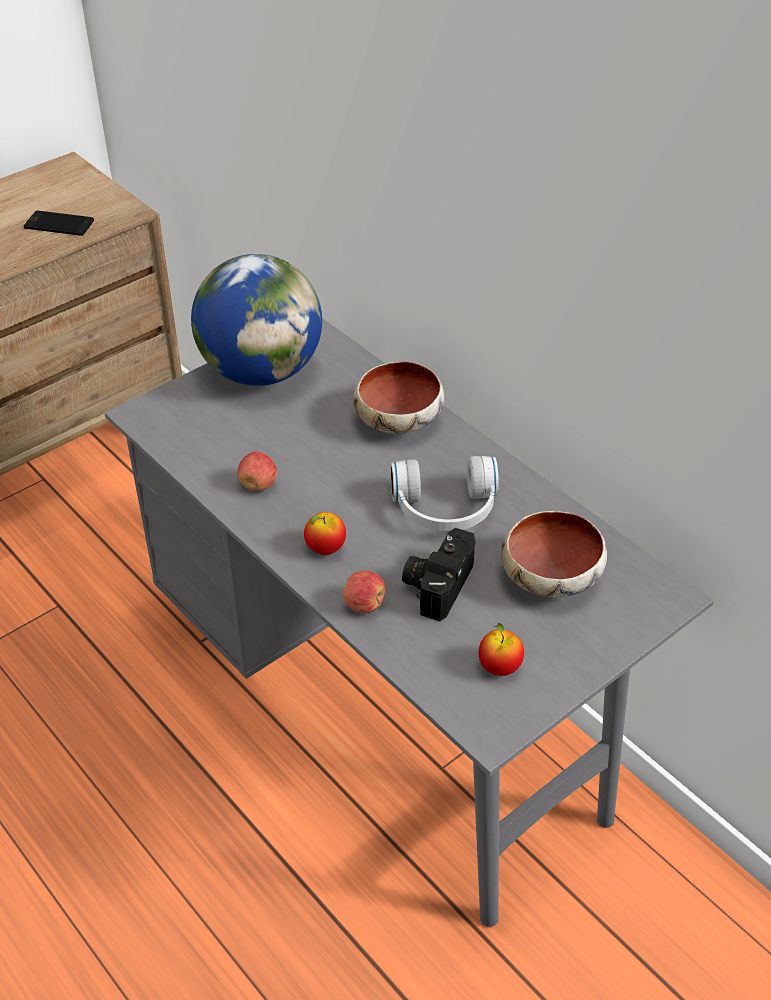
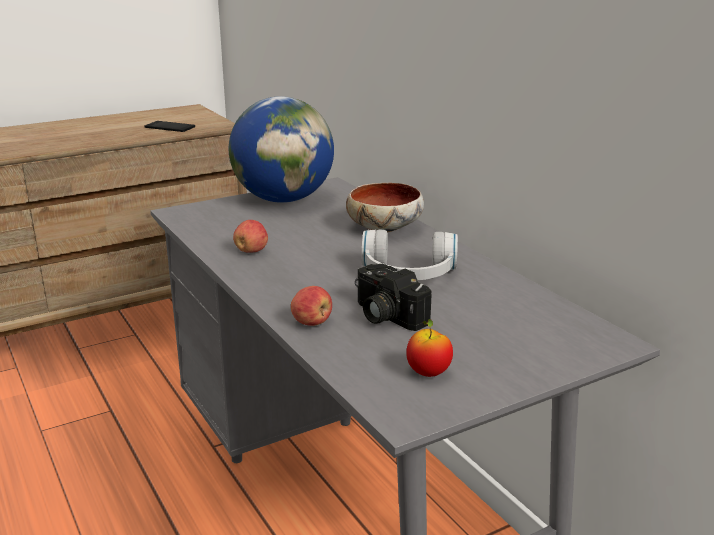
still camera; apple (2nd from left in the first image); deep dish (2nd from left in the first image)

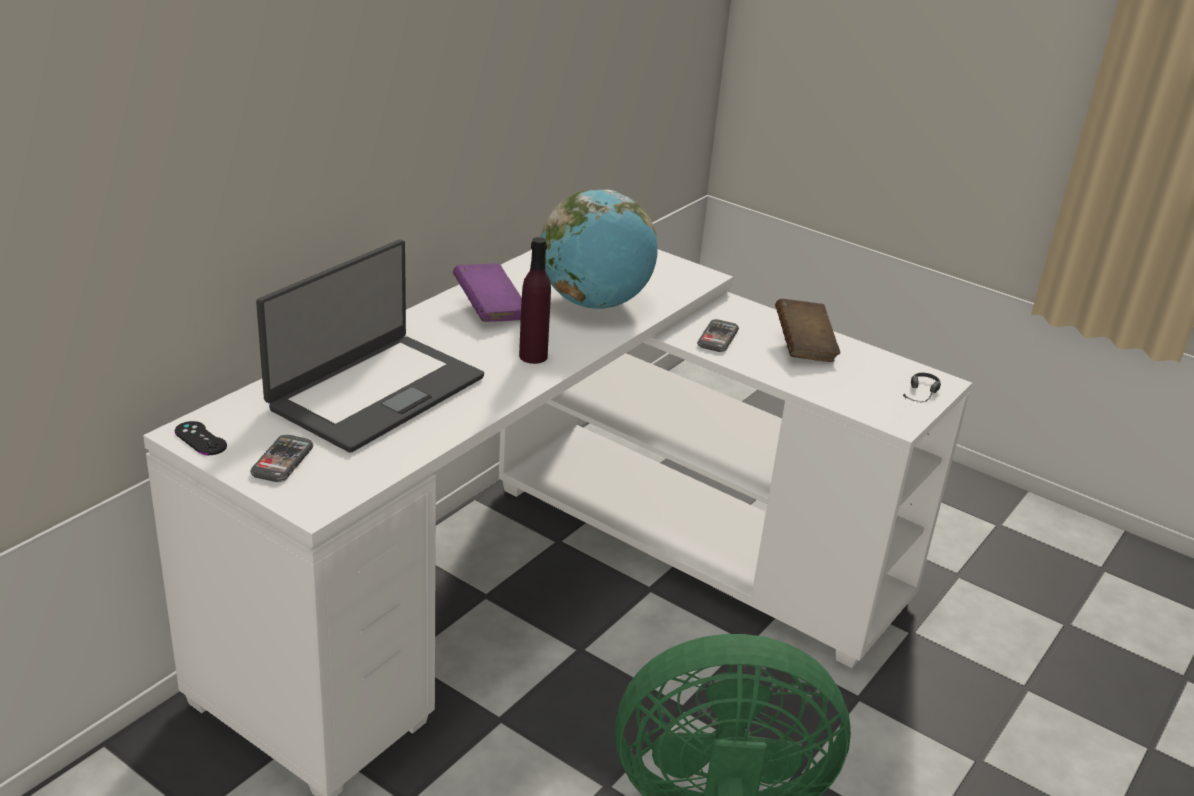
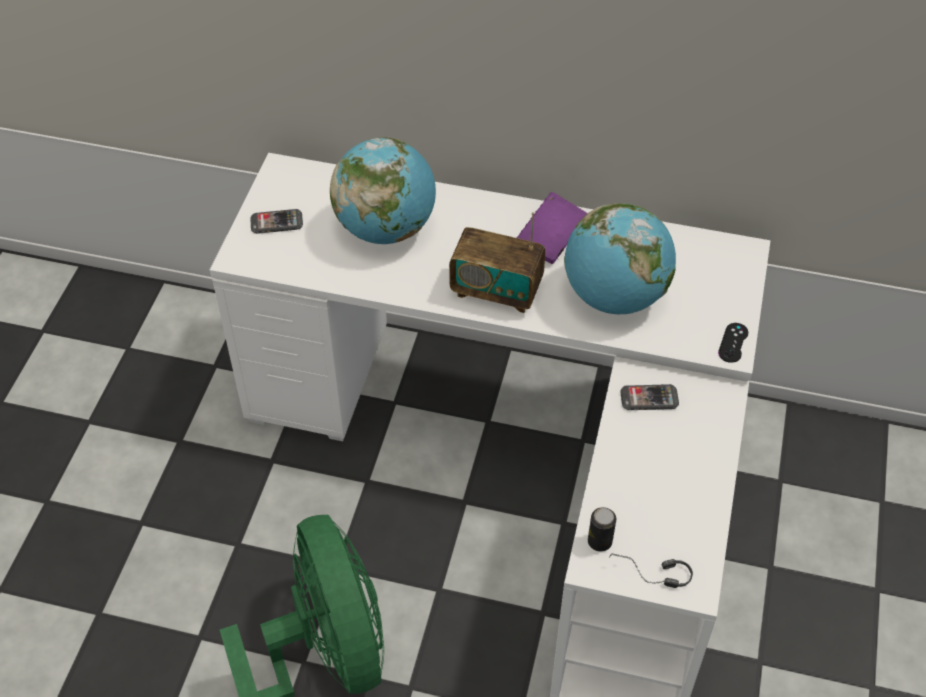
globe (1st from left); radio; can; black-coloured game controller; brown-coloured book

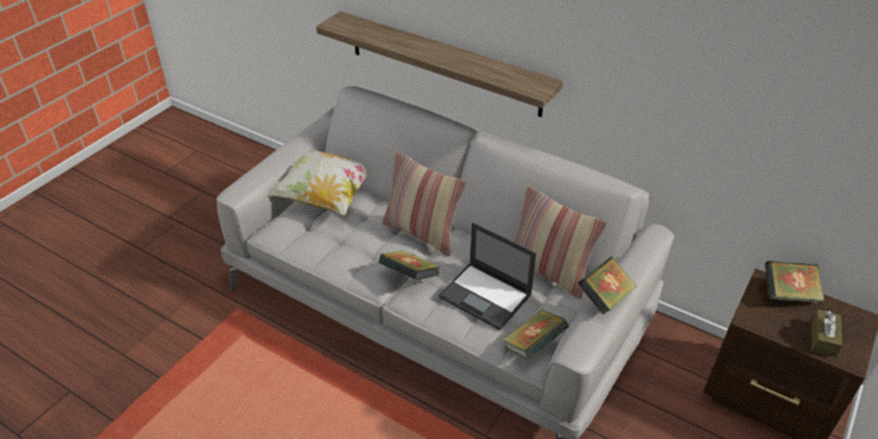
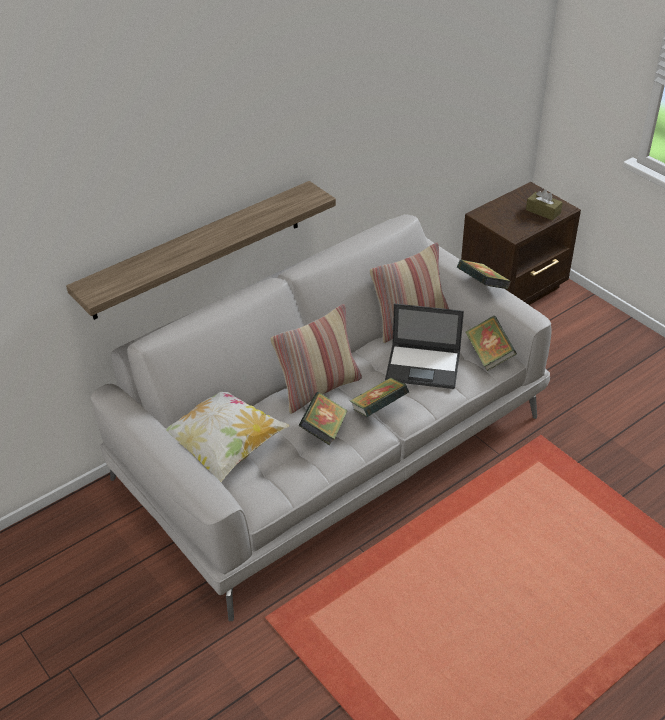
book (1st from left); laptop

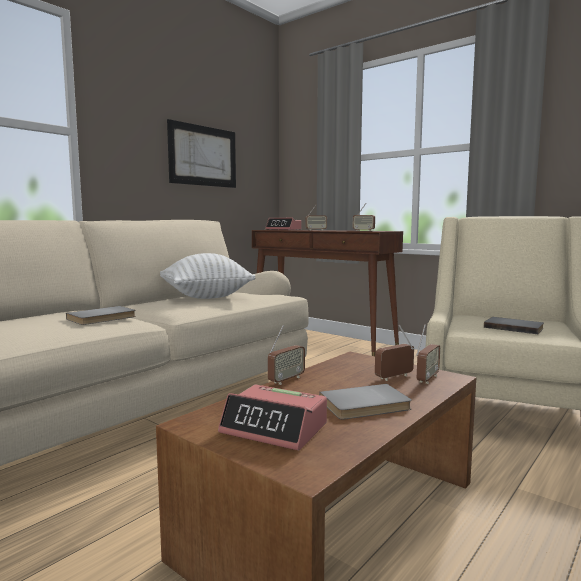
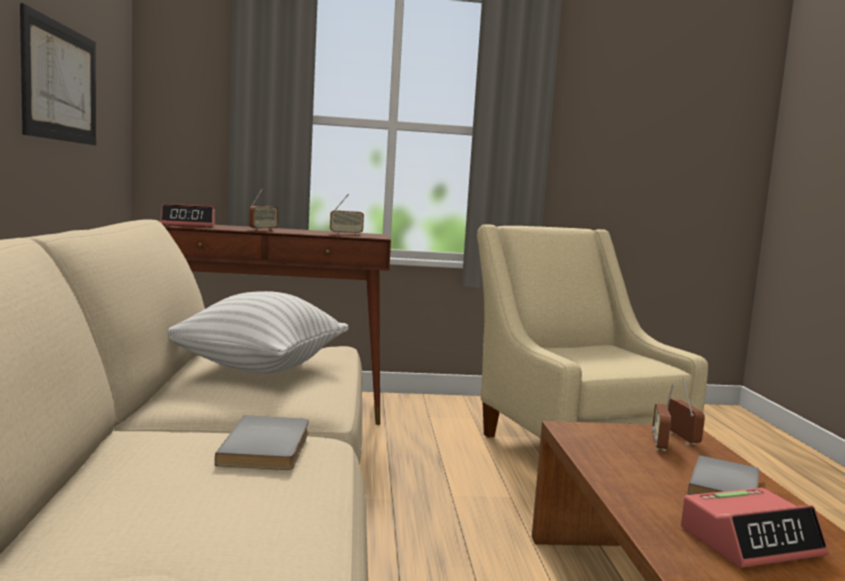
radio (1st from left in the first image); gray book (3rd from left in the first image)

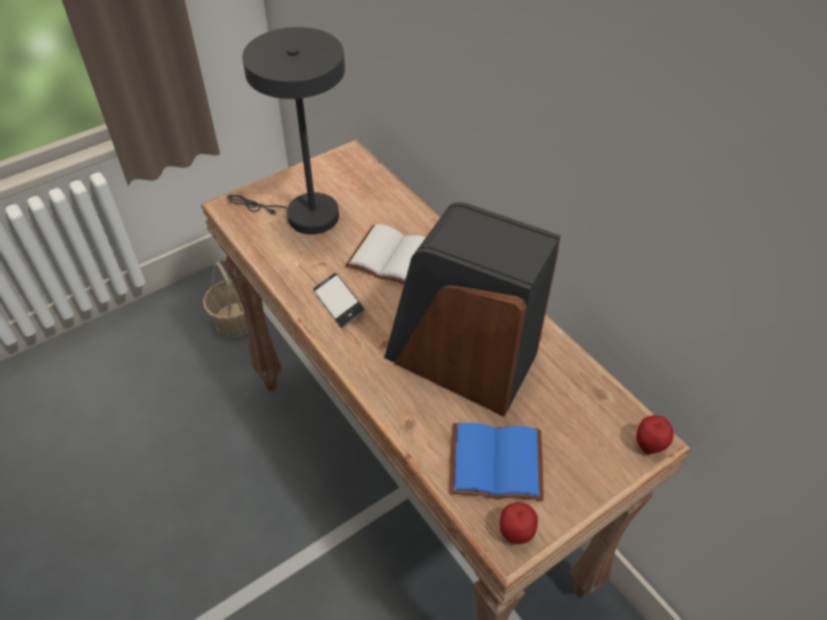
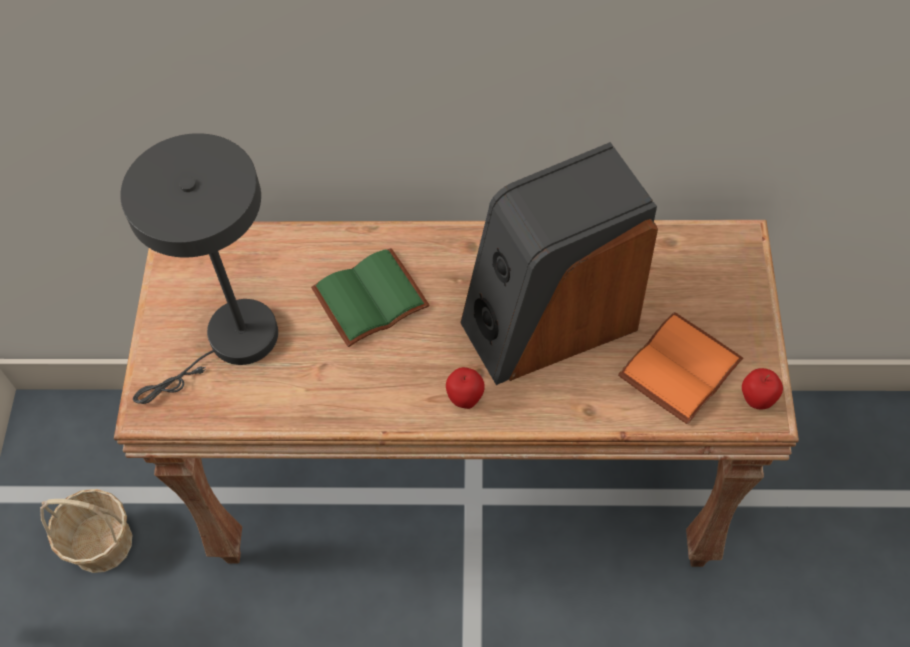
green-coloured book; apple (1st from left); orange-coloured book; handset

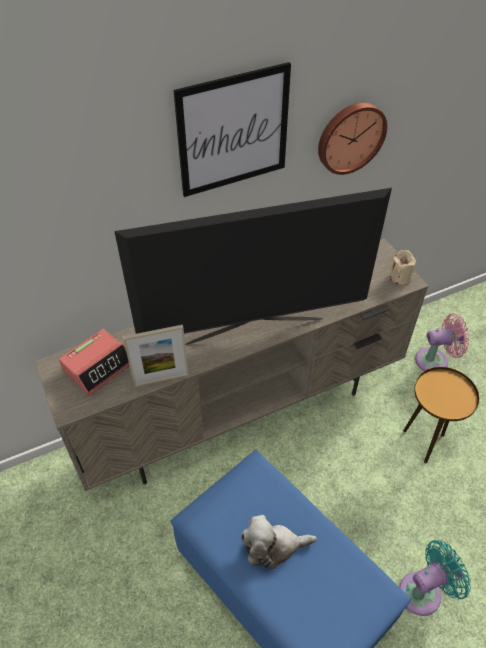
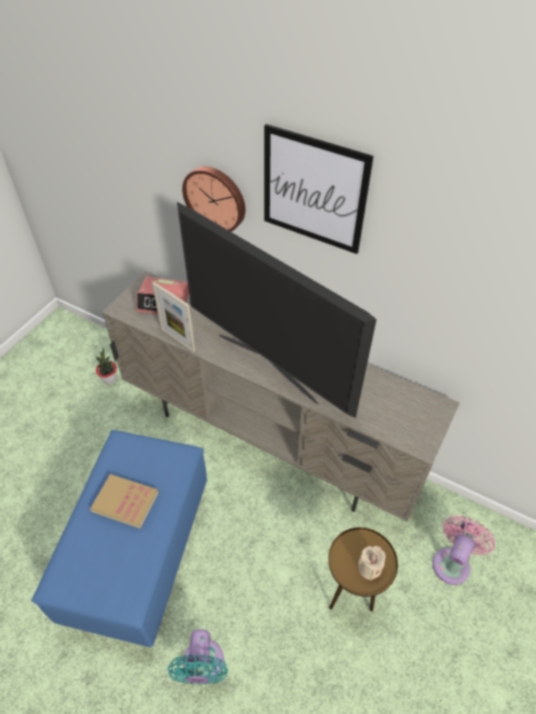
book; plant in a pot; turquoise fan; hanging clock; beige-coloured candle; pink fan

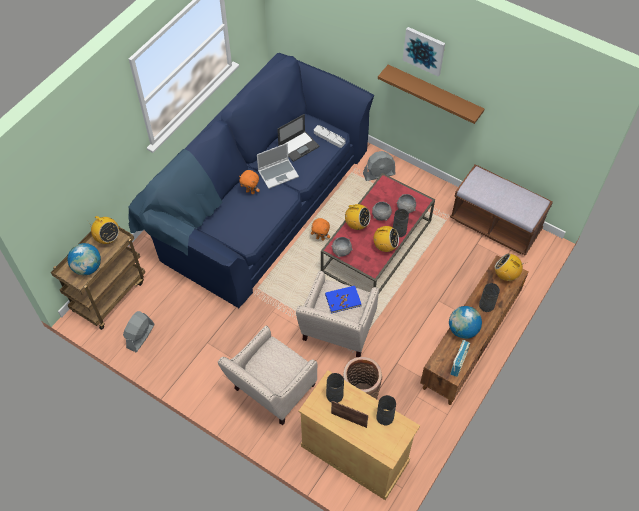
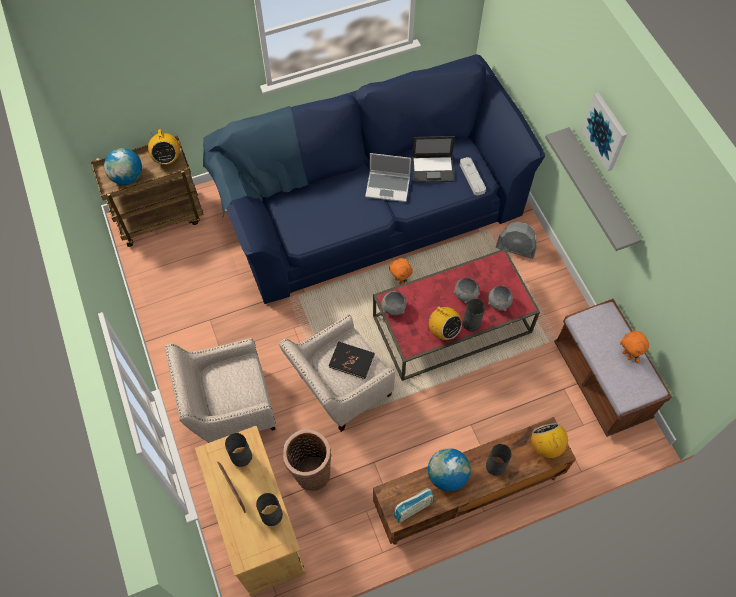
black-coloured book; gray bracket shelf; orange-coloured plush toy (2nd from left); gray fan (1st from left in the first image); radio (2nd from left in the first image)

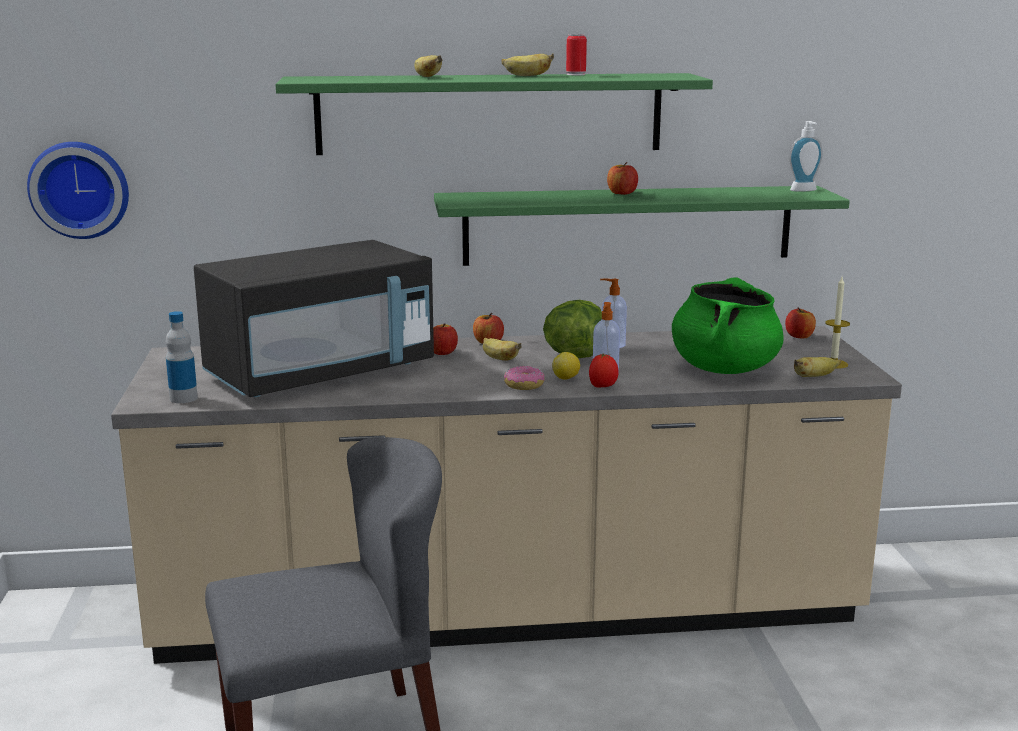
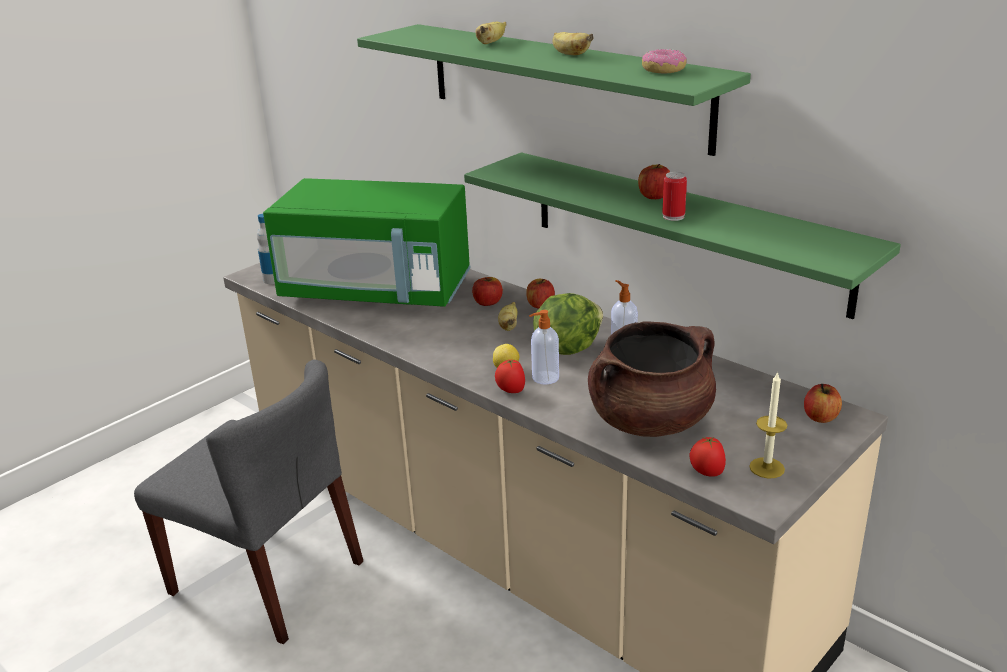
green-coloured microwave oven; brown-coloured stockpot; doughnut; can; whole tomato (2nd from left); hanging clock; liquid soap bottle (3rd from left in the first image)

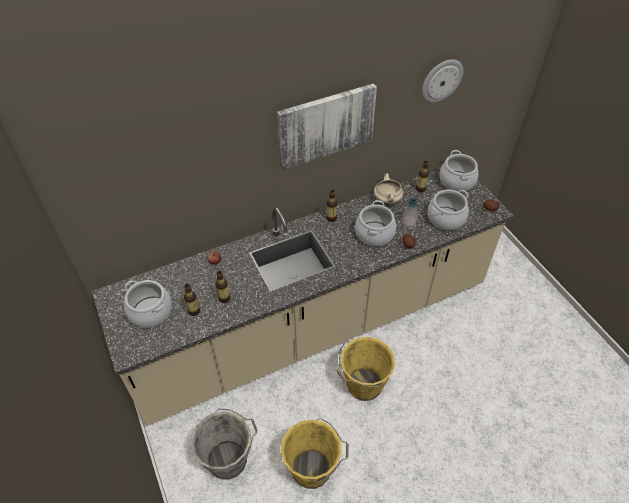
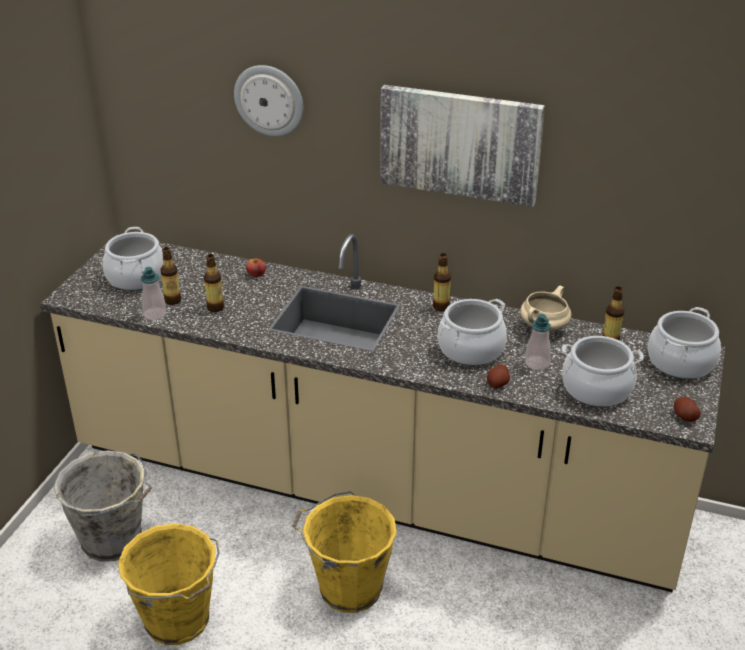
liquid soap bottle (1st from left); hanging clock

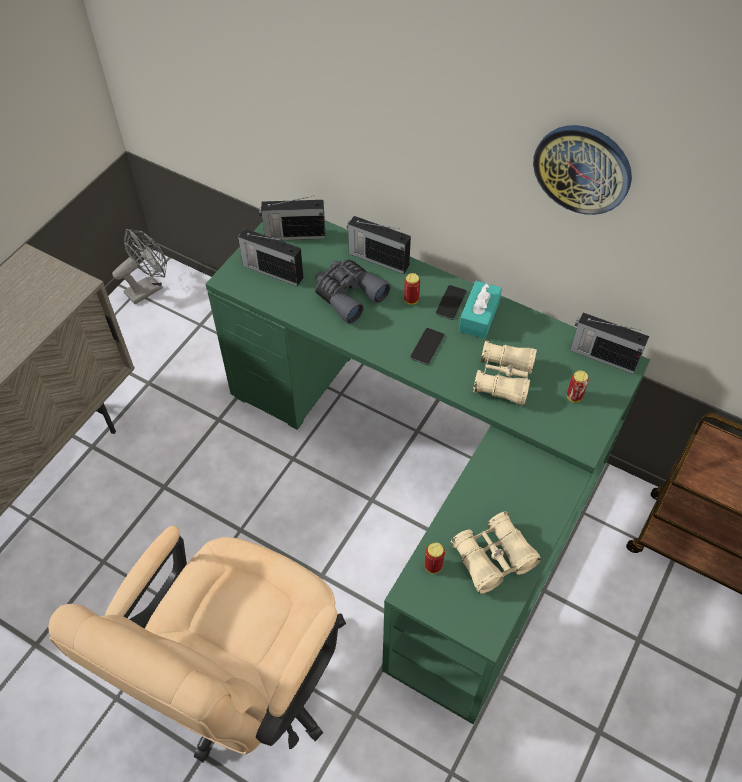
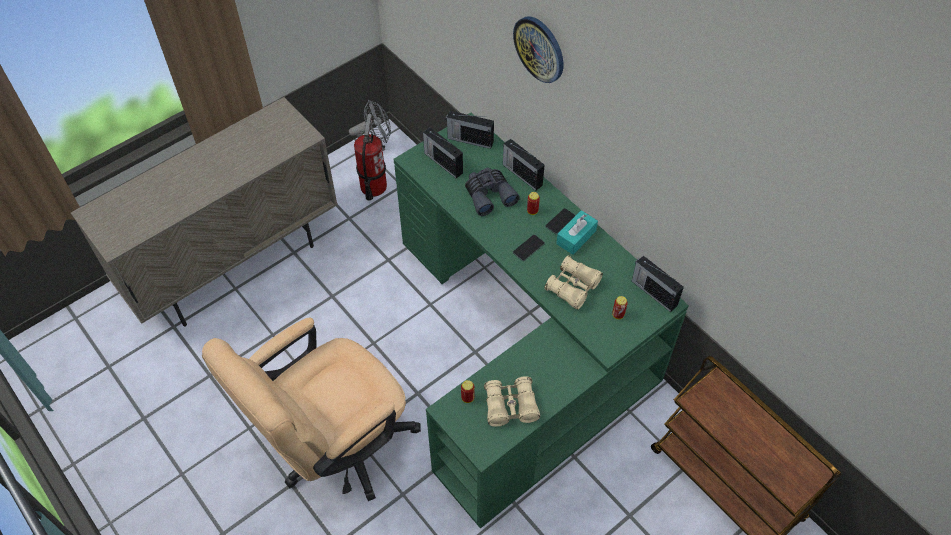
extinguisher; hanging clock

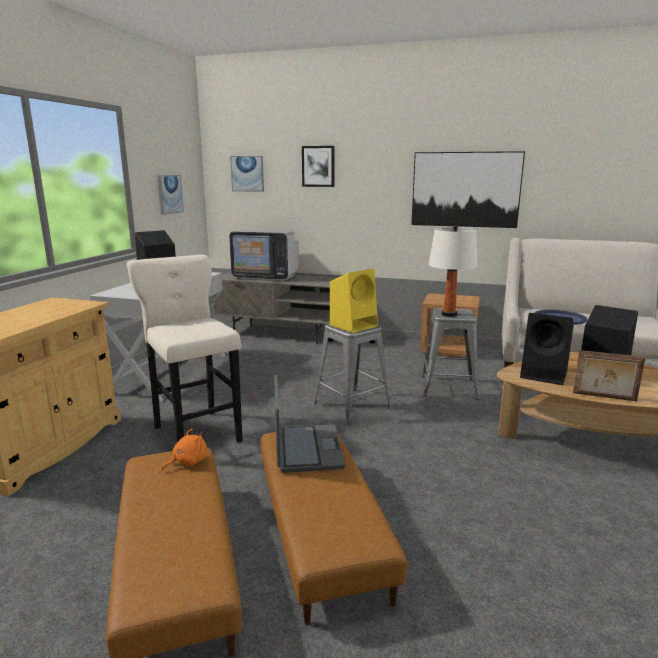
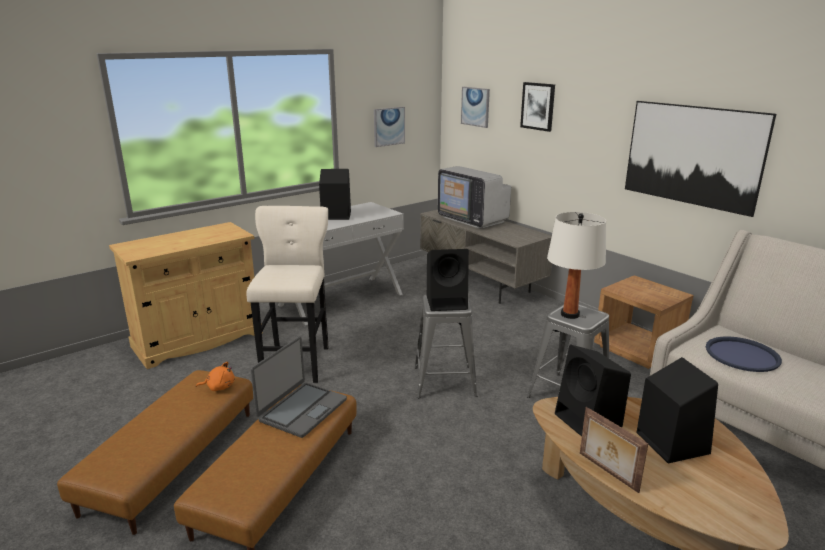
black-coloured speaker (2nd from left)

